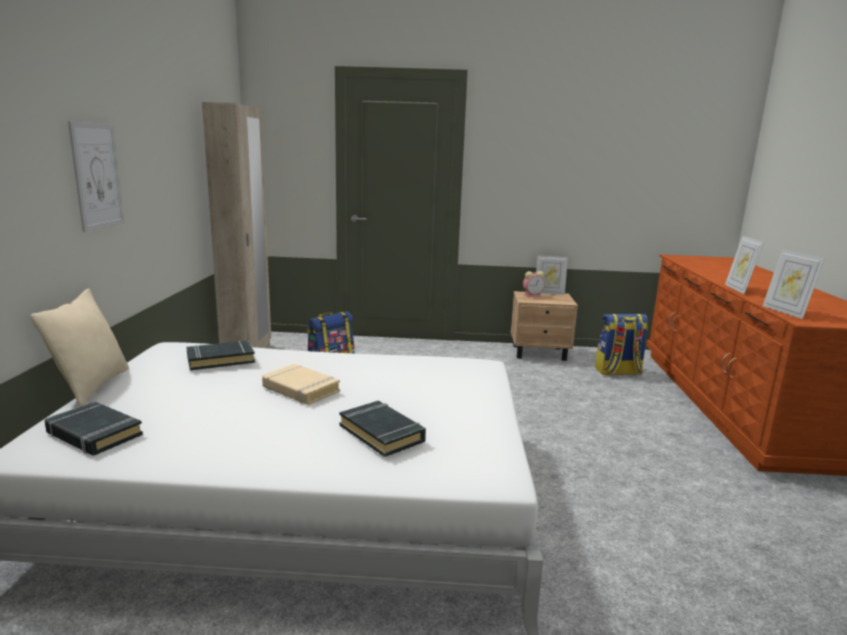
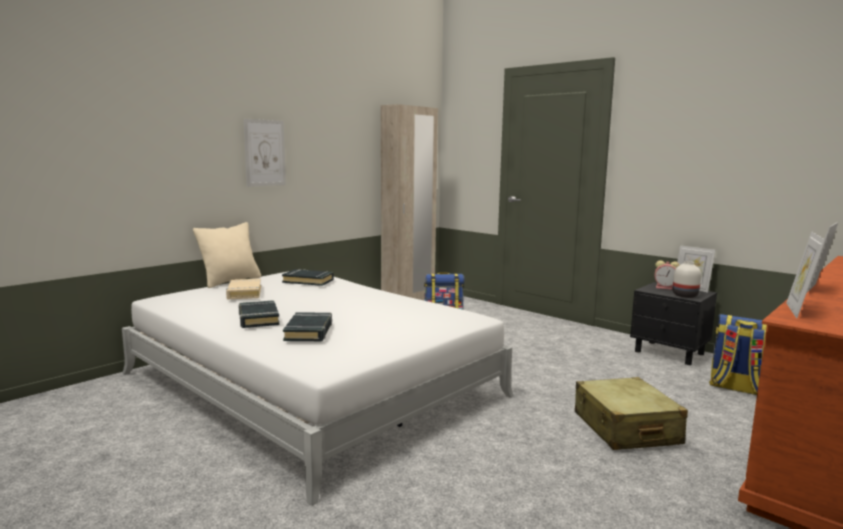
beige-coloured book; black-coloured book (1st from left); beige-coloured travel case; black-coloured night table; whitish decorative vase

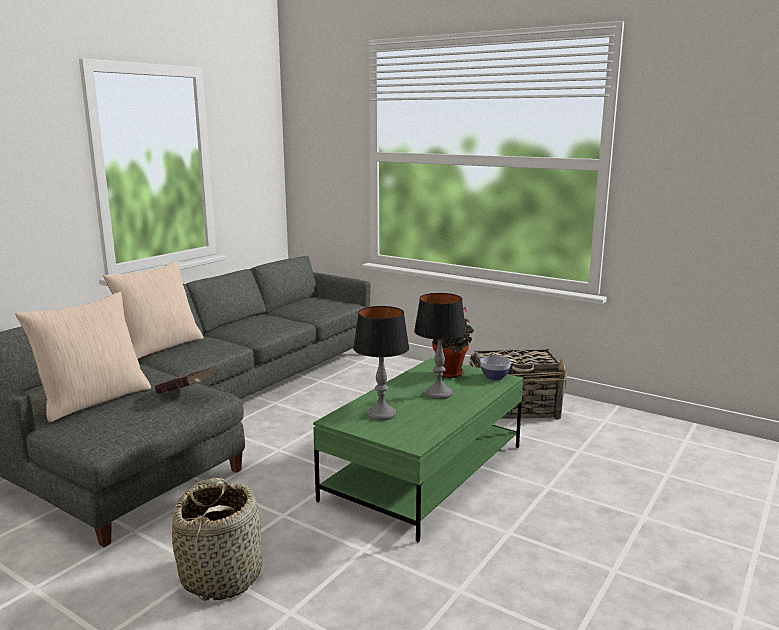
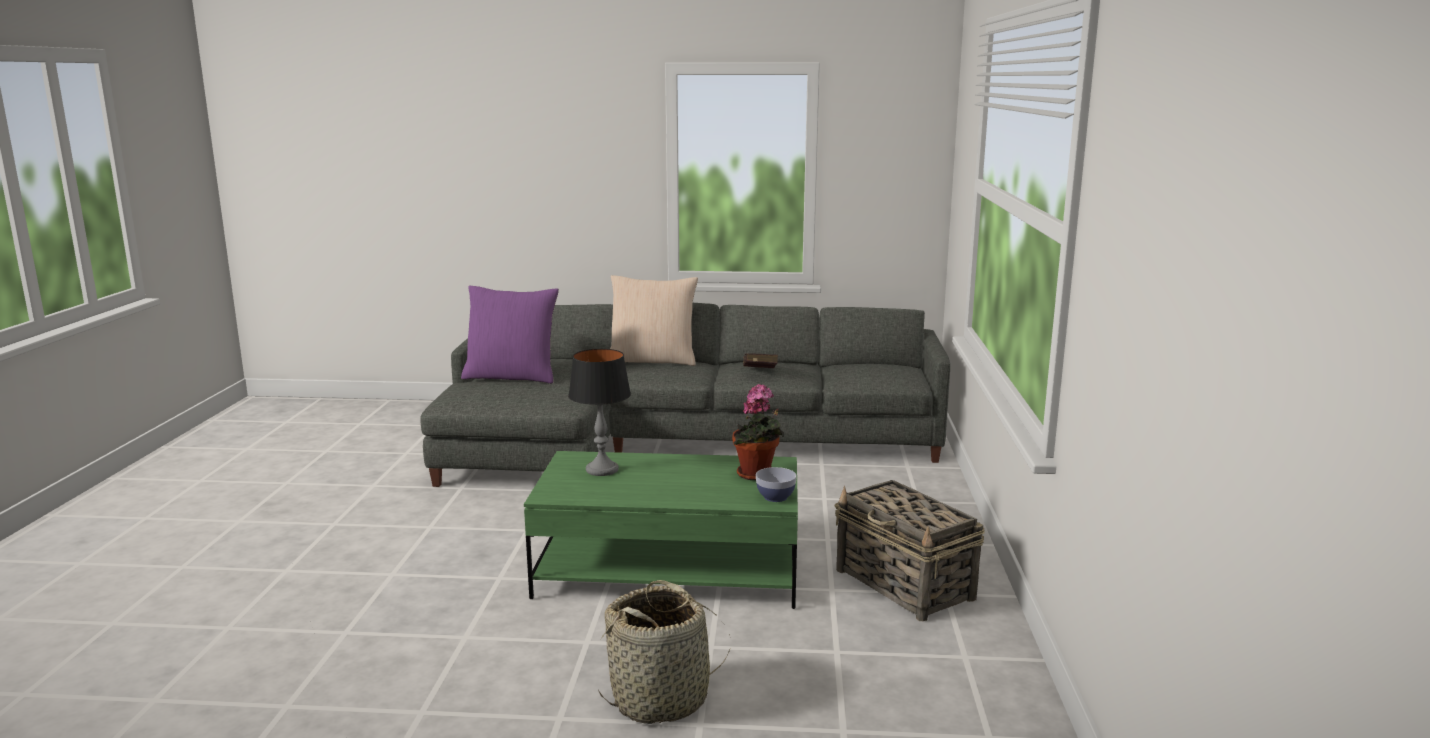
purple pillow; storage basket (1st from left); red-coloured book; table lamp (2nd from left in the first image)

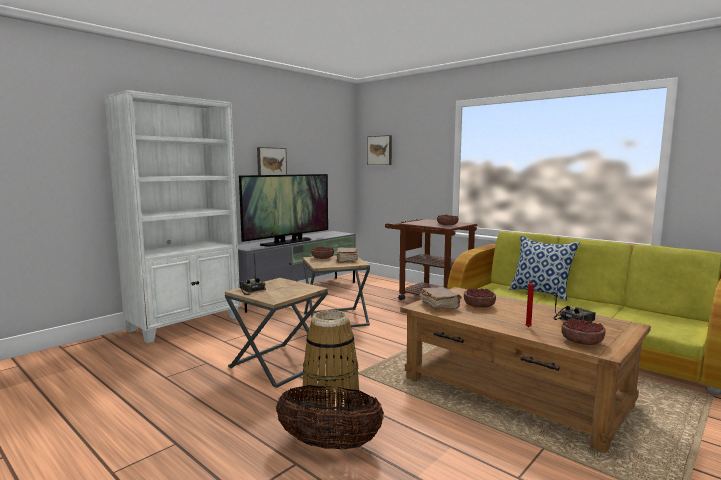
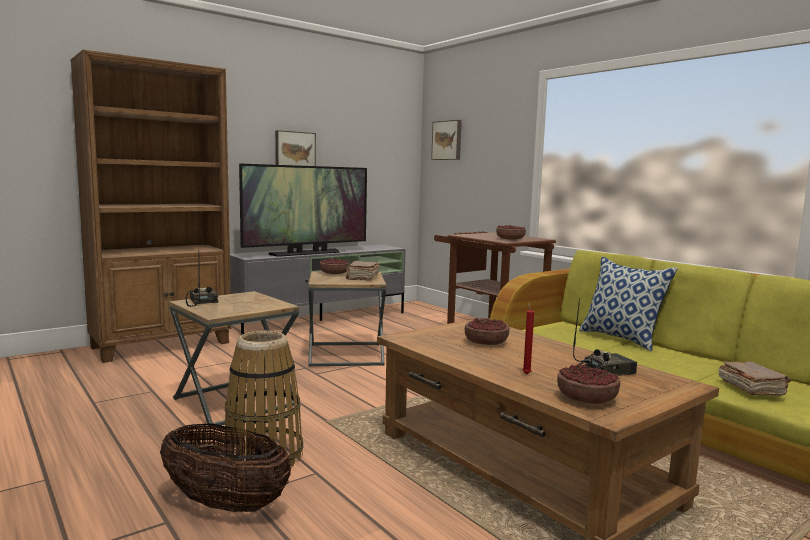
brown-coloured bookcase; brown-coloured book (2nd from left)

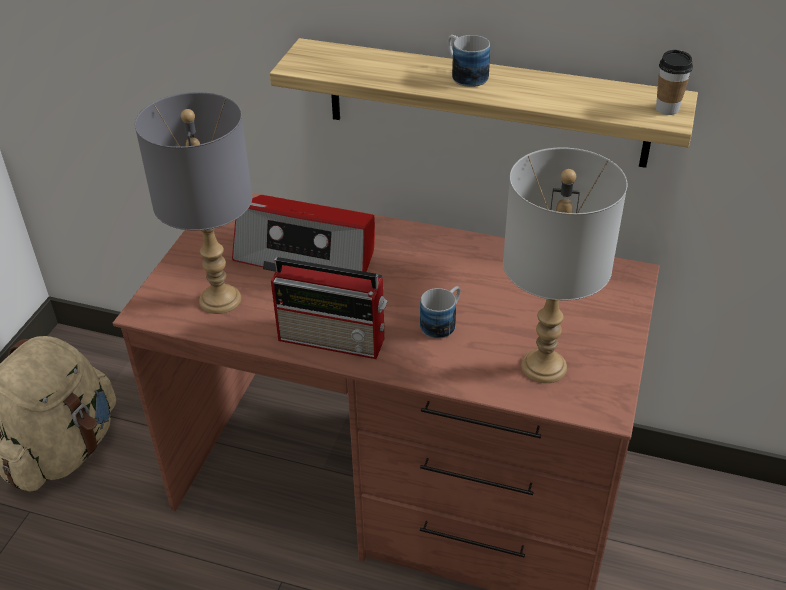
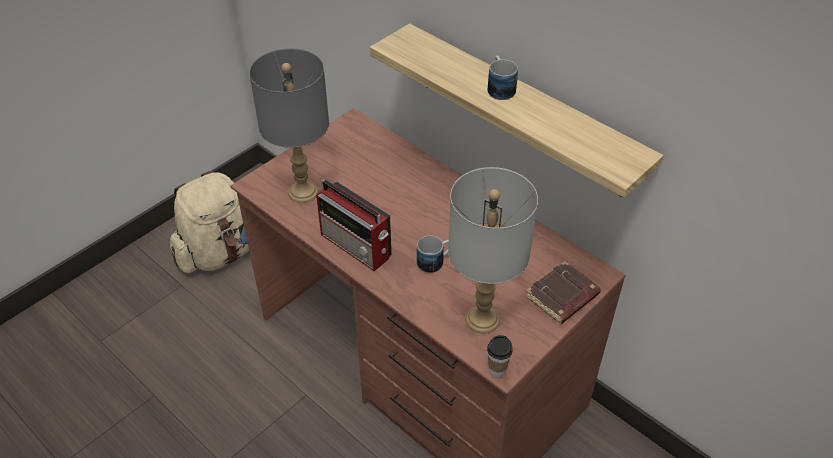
drinking cup; brown-coloured book; radio (1st from left in the first image)

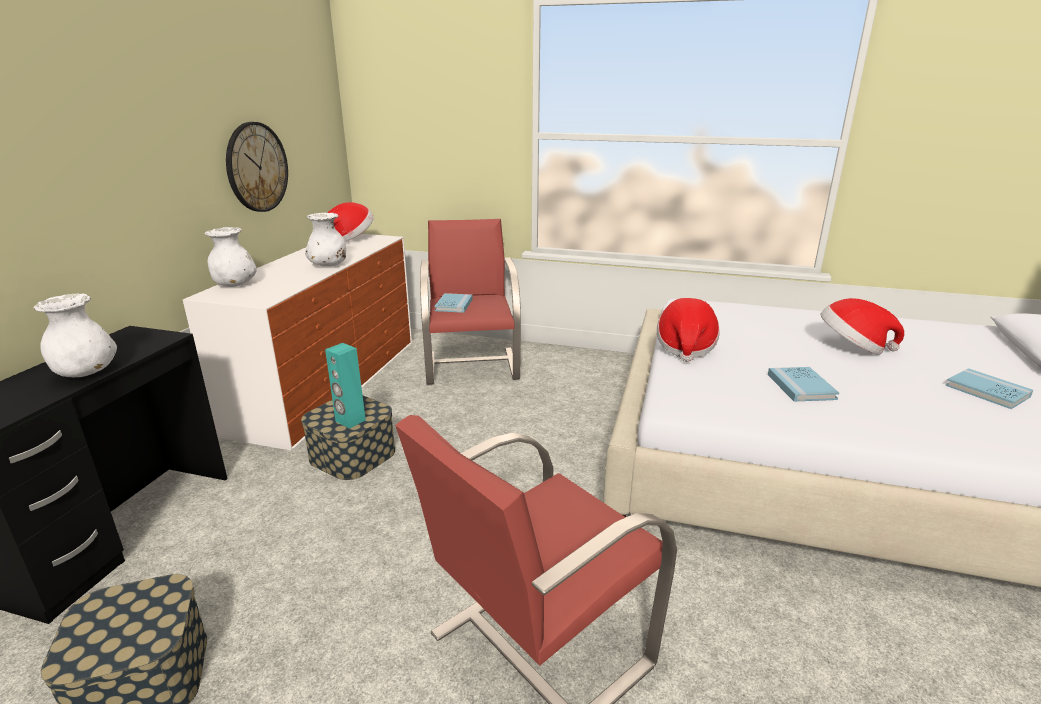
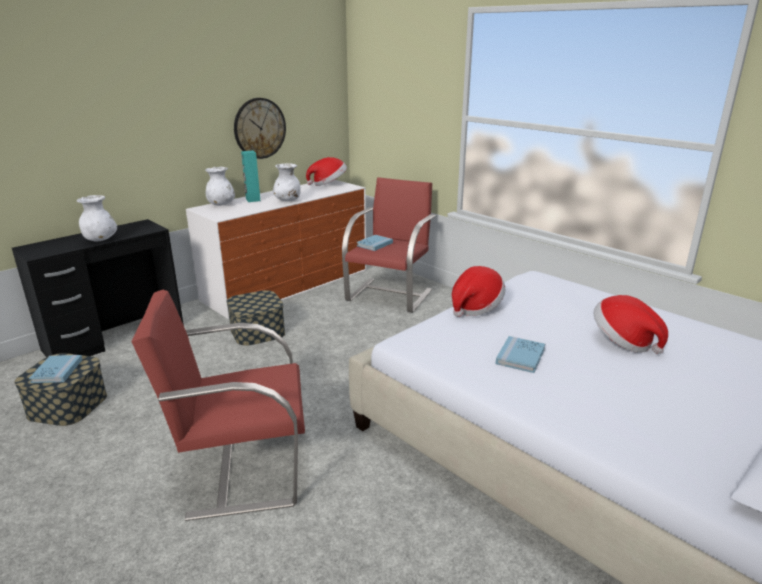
bluish book (1st from left); turquoise speaker

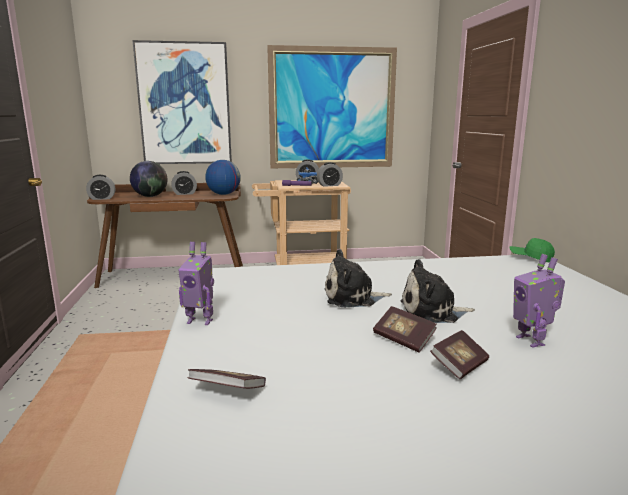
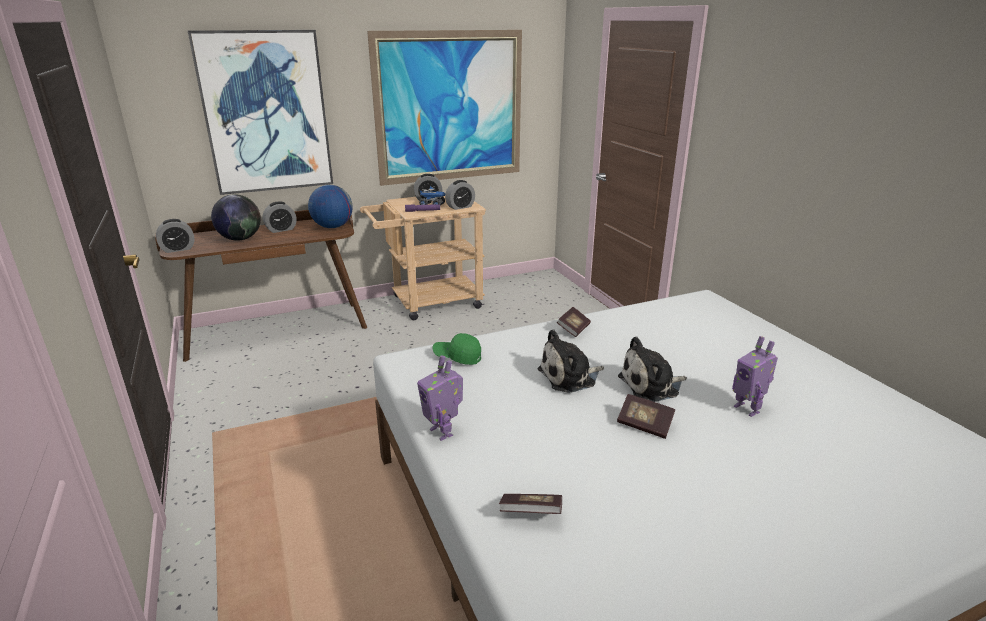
toy robot (1st from left); green-coloured baseball cap; book (2nd from left)

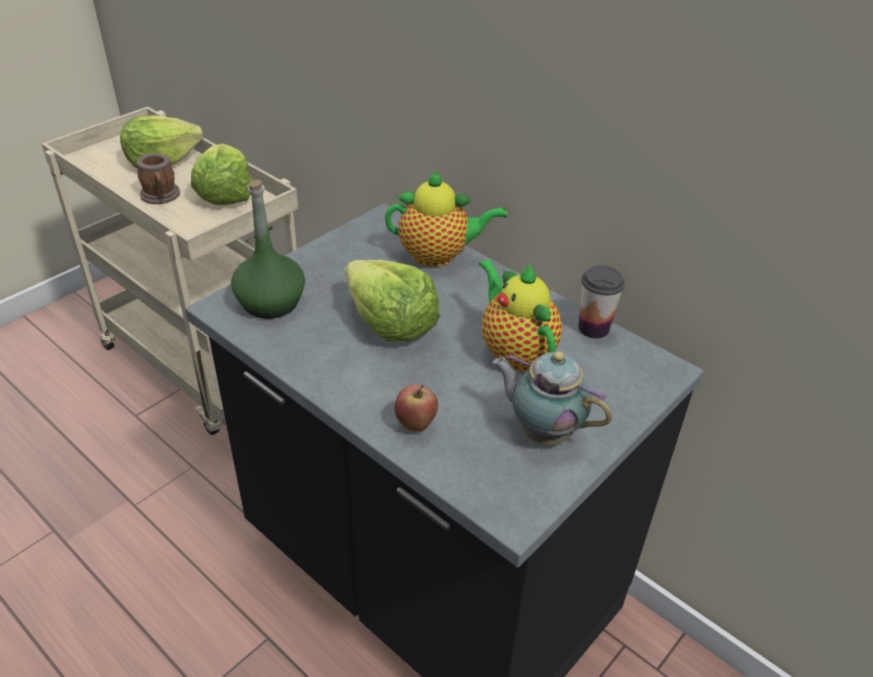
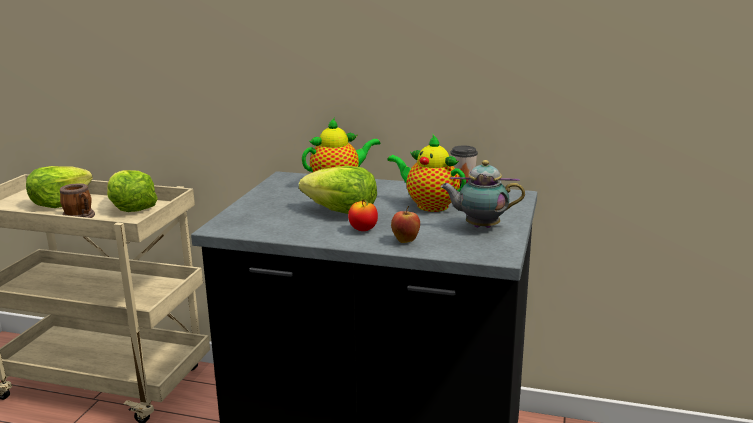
apple (1st from left); green-coloured bottle

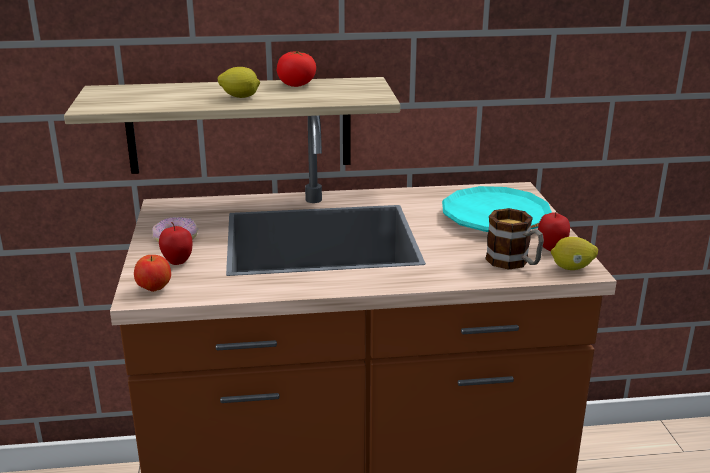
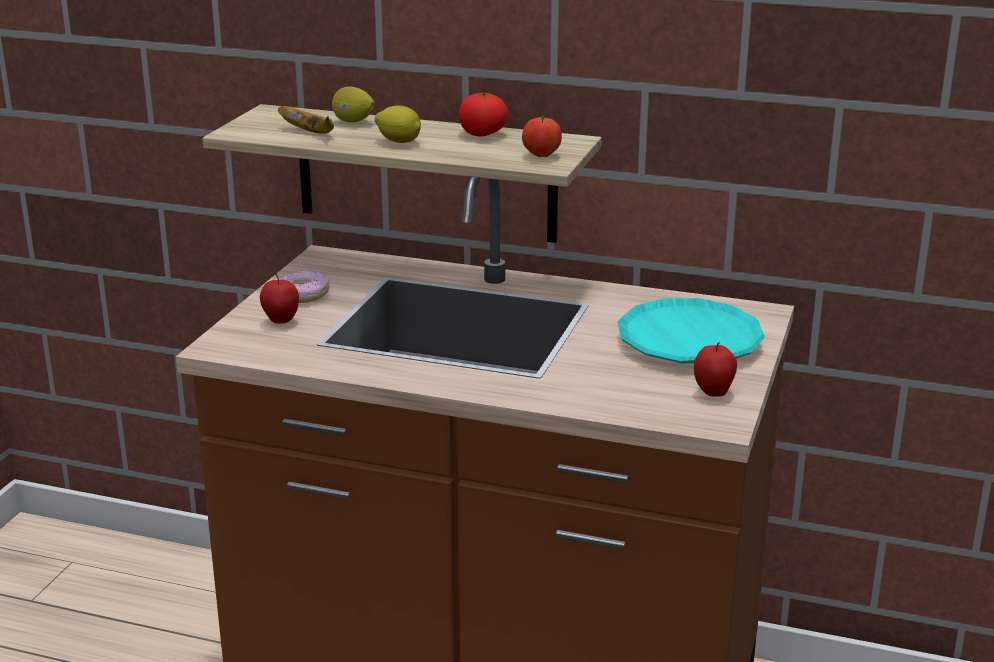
whole banana; lemon (1st from left); apple (2nd from left); tea mug

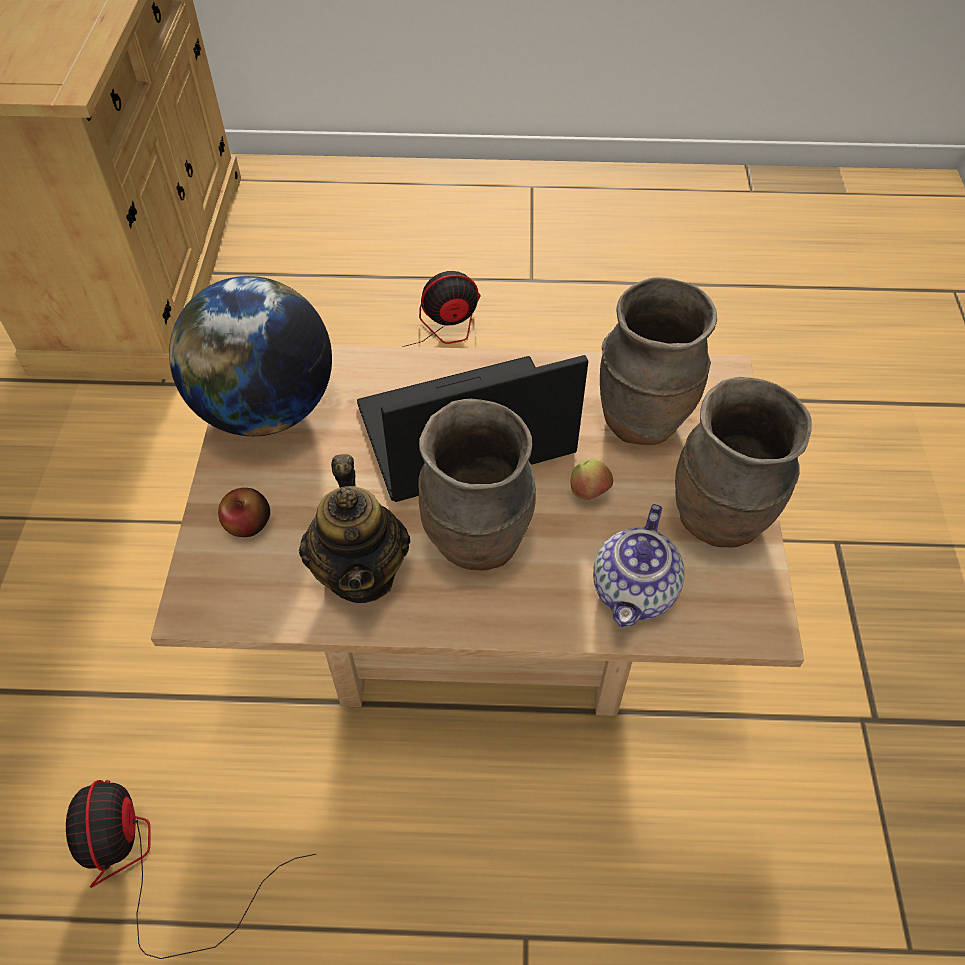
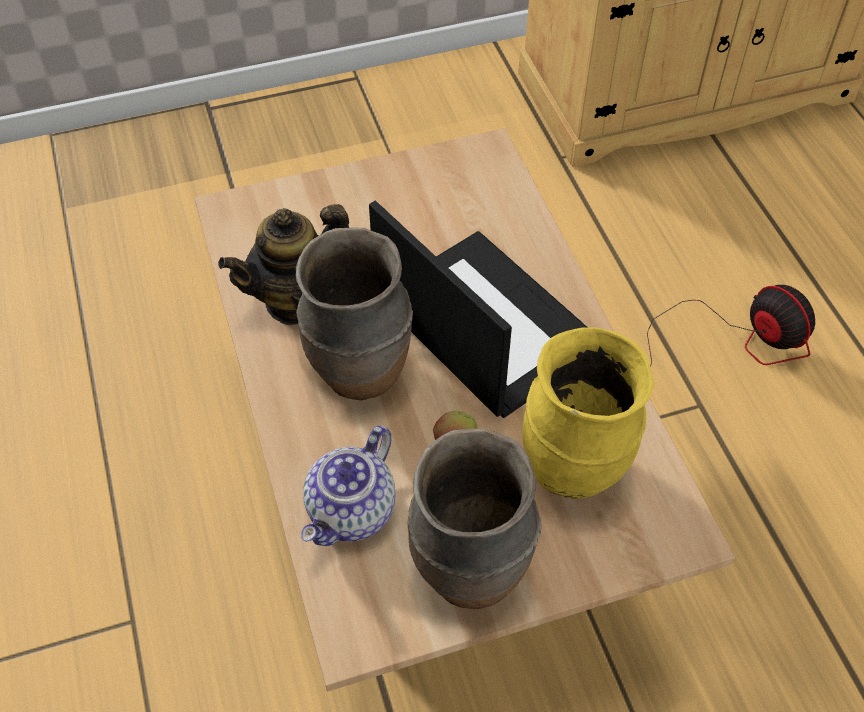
tea pot (2nd from left); yellow decorative vase; fan (1st from left in the first image); globe; apple (1st from left in the first image)

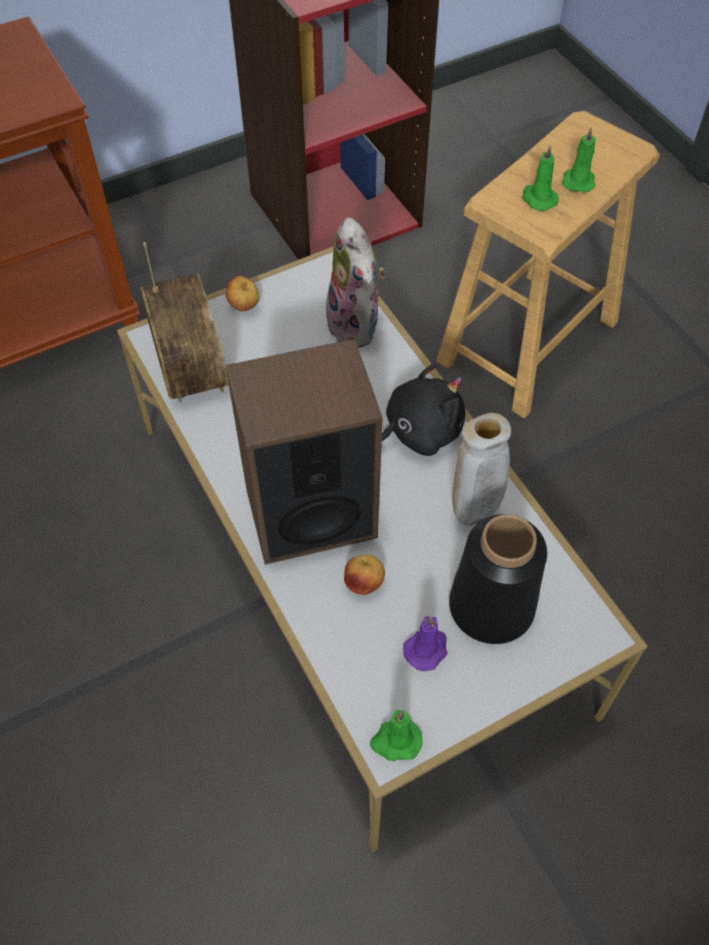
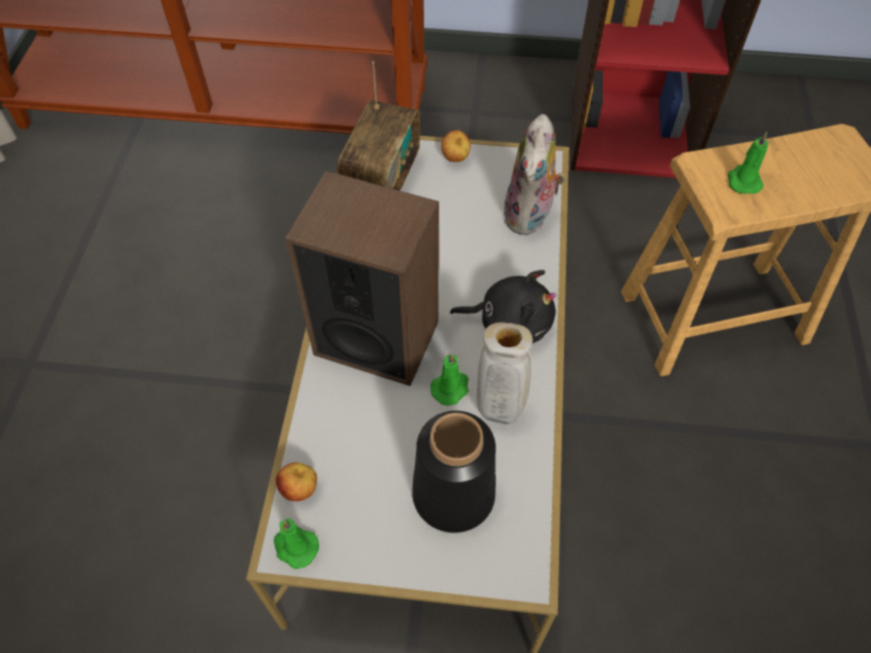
apple (1st from left); green-coloured candle (2nd from left); purple candle

